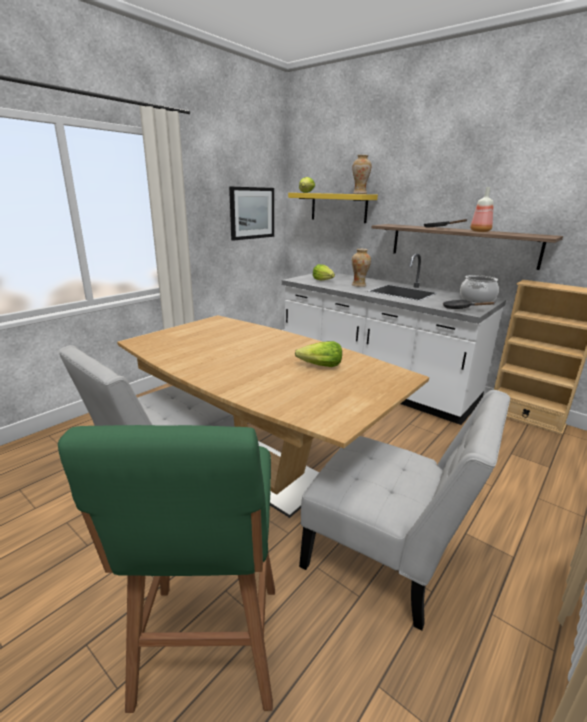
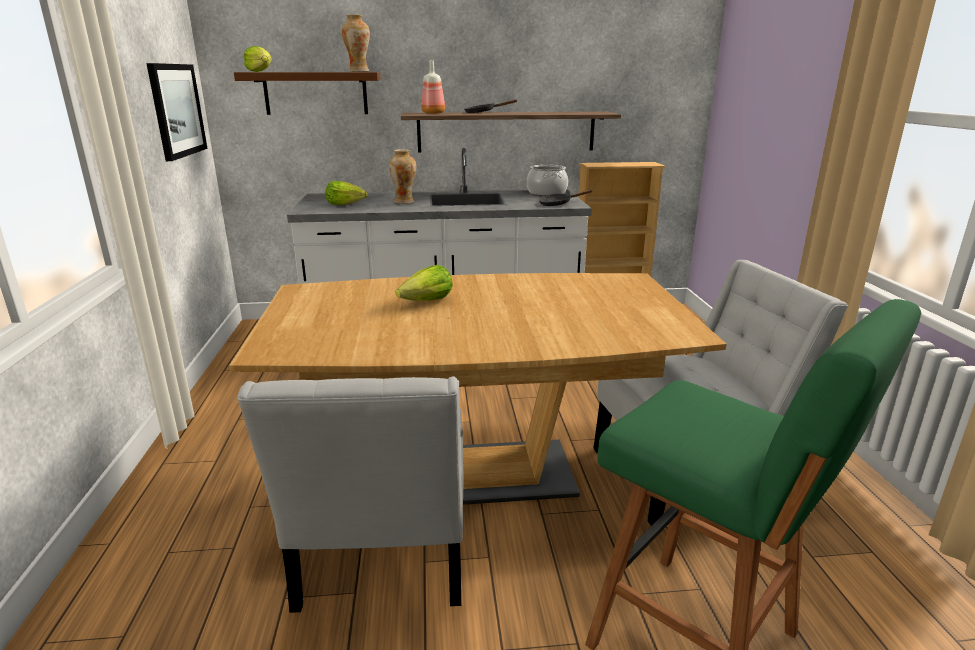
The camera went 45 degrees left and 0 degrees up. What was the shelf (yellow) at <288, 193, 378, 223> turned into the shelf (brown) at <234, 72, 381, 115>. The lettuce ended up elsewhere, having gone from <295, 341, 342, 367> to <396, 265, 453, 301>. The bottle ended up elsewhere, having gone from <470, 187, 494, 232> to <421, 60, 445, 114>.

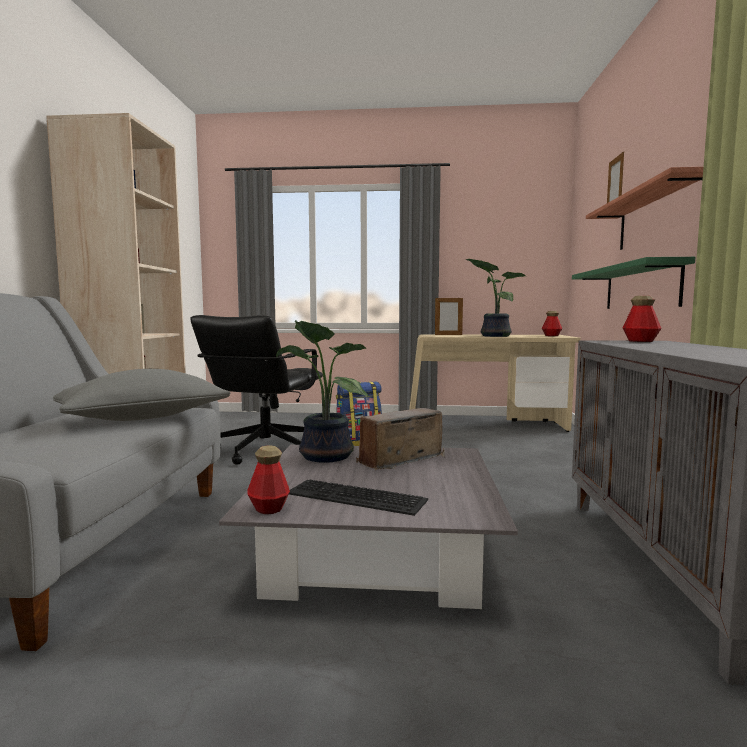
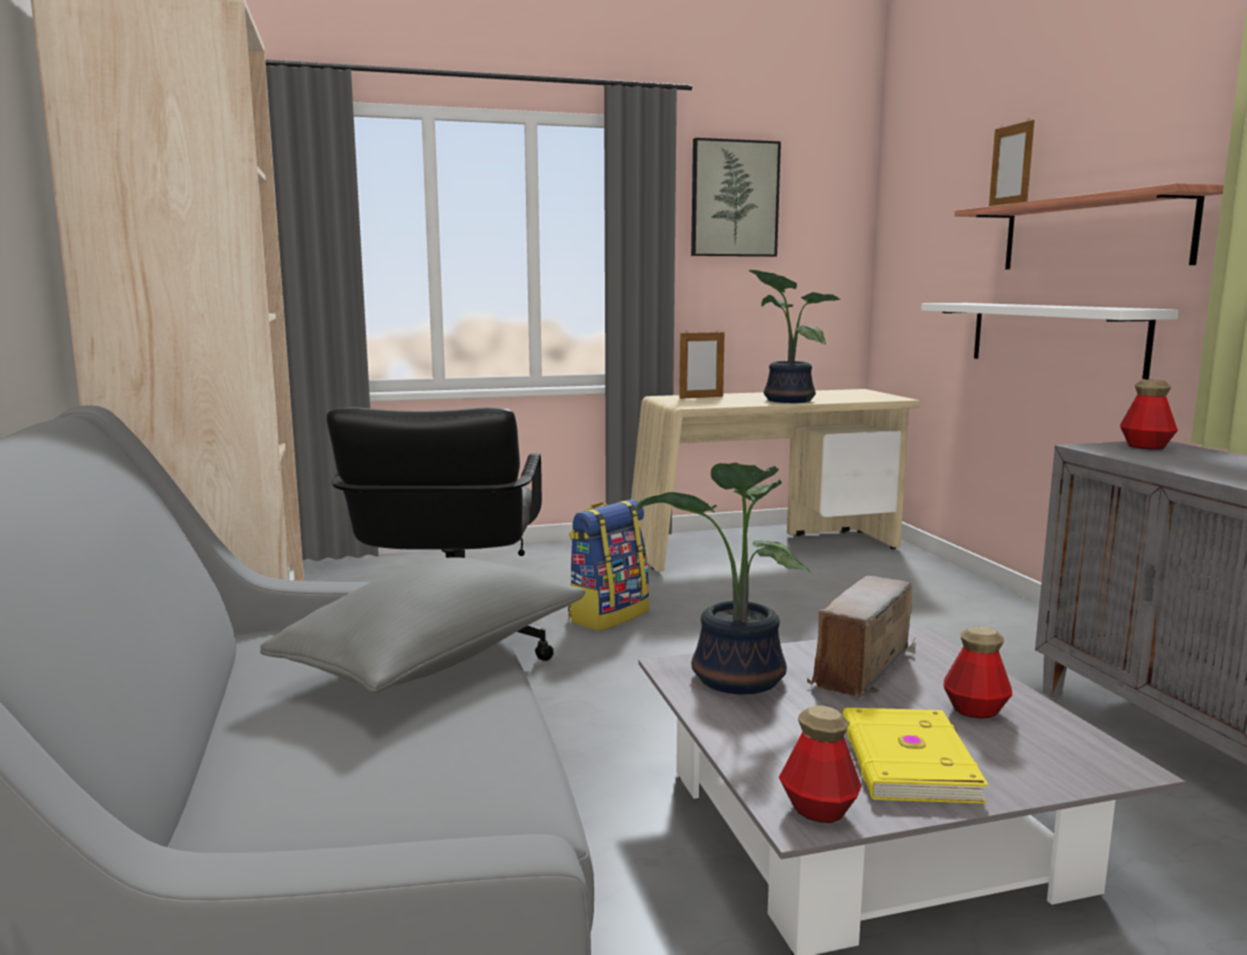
The camera went 20 degrees left and 5 degrees up. Where the keyboard stood at <289, 480, 428, 516>, the book (yellow) came to stand at <842, 708, 988, 803>. The bottle ended up elsewhere, having gone from <542, 311, 562, 336> to <944, 626, 1013, 719>. What was the shelf (green) at <572, 257, 695, 309> turned into the shelf (white) at <921, 303, 1179, 379>. The second view gained the picture at <691, 138, 781, 257>.

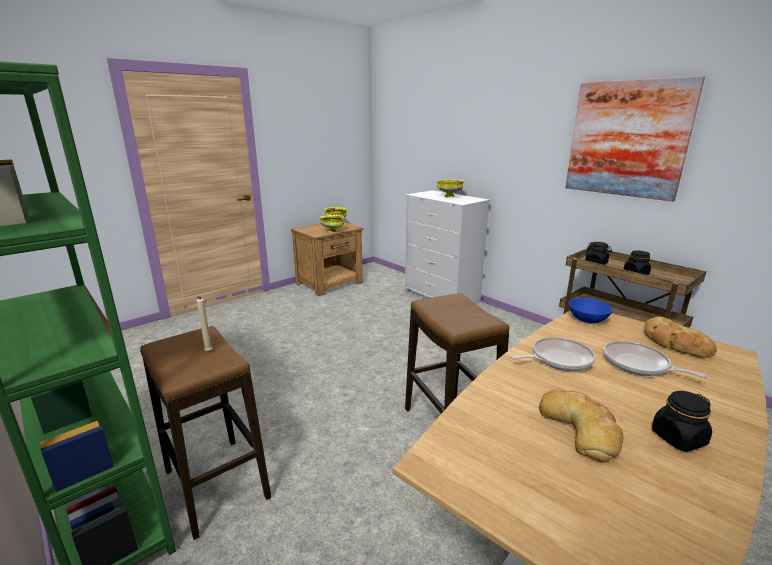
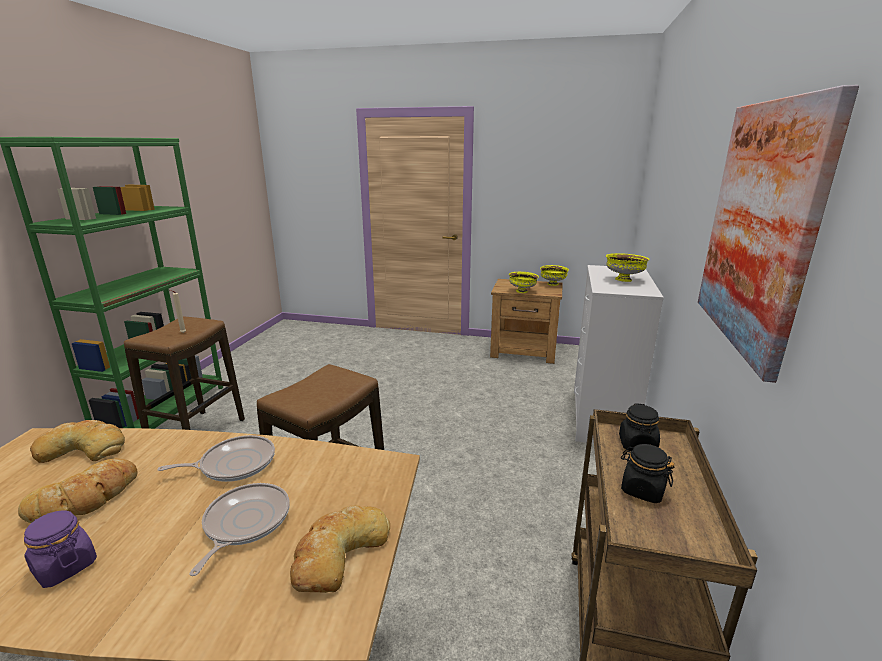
The camera went 55 degrees right and 0 degrees up. The frying pan at <511, 337, 595, 371> ended up facing another way, 60 degrees counterclockwise from before. The second view lost the bowl (blue) at <569, 298, 613, 323>. What was the jar (black) at <652, 391, 712, 452> turned into the jar (purple) at <24, 510, 97, 588>. The second view gained the bread at <30, 420, 125, 463>.

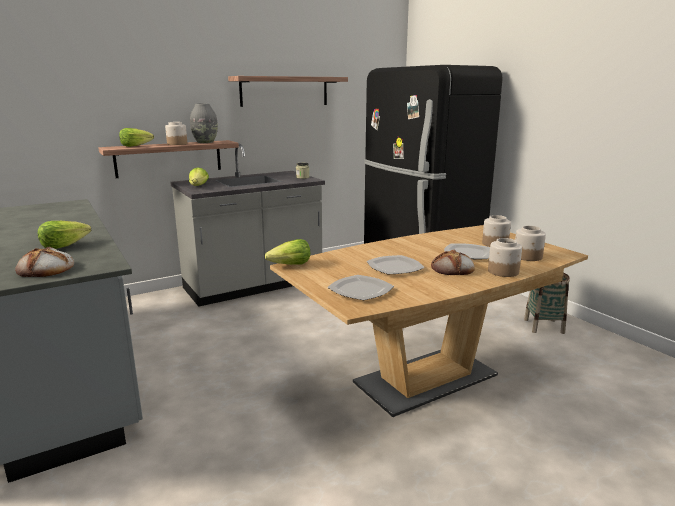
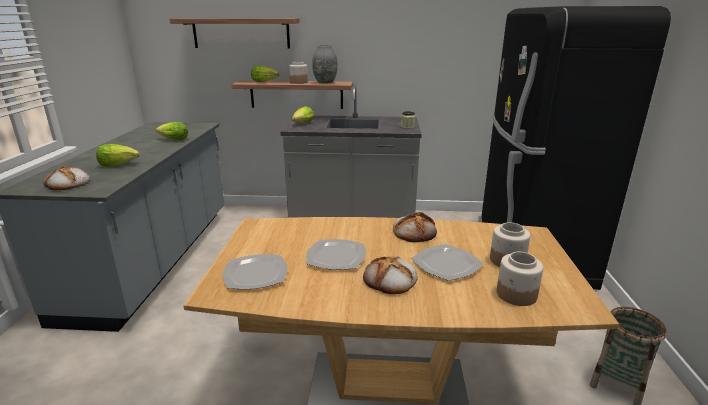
The camera went 35 degrees right and 5 degrees up. The shelf ended up elsewhere, having gone from <228, 76, 348, 107> to <169, 18, 299, 49>. The lettuce ended up elsewhere, having gone from <265, 239, 310, 265> to <156, 122, 188, 140>. The second view lost the jar at <488, 238, 522, 277>. The second view gained the bread at <393, 212, 437, 242>.

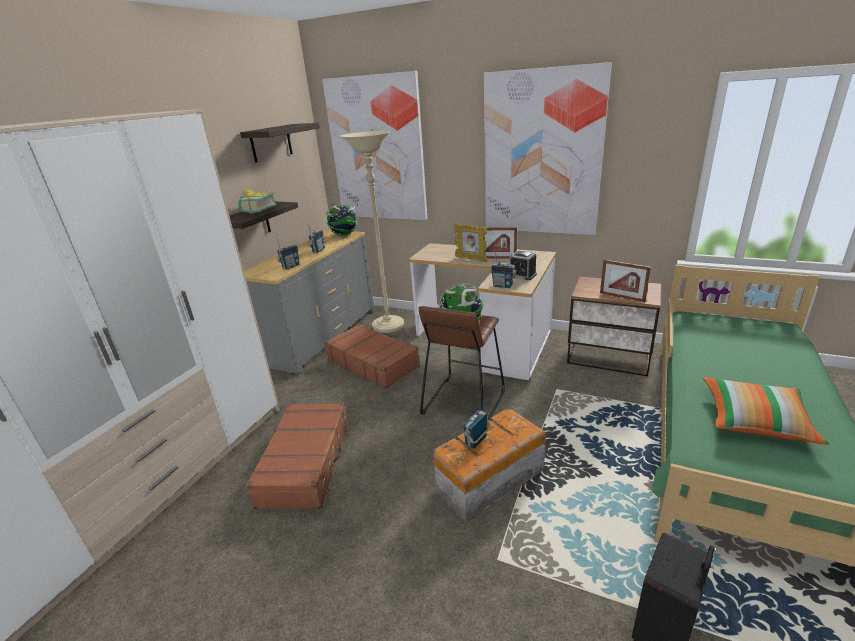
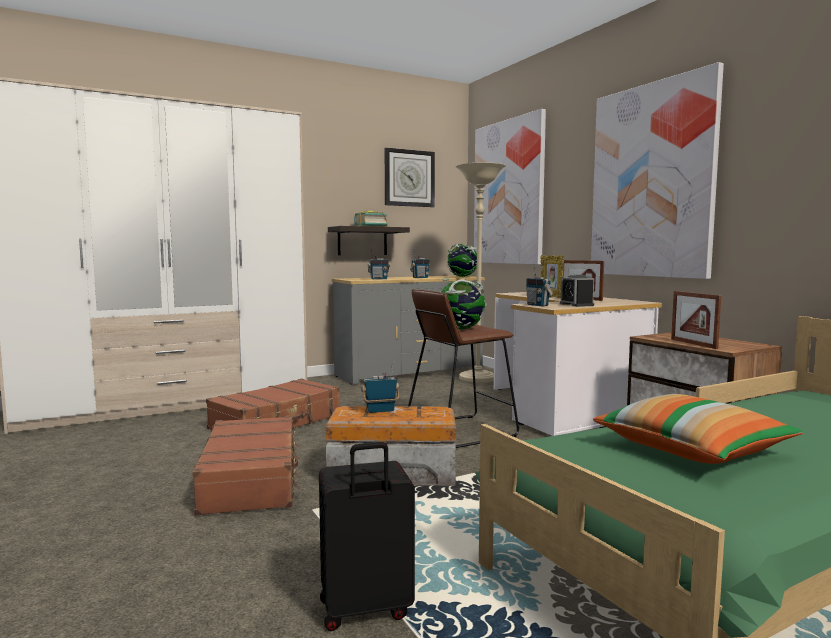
The camera went 35 degrees right and 20 degrees down. Where the shelf hung at <240, 123, 320, 163>, the wall clock came to hang at <385, 147, 435, 207>. The suitcase (brown) ended up elsewhere, having gone from <324, 324, 420, 389> to <192, 416, 301, 516>.

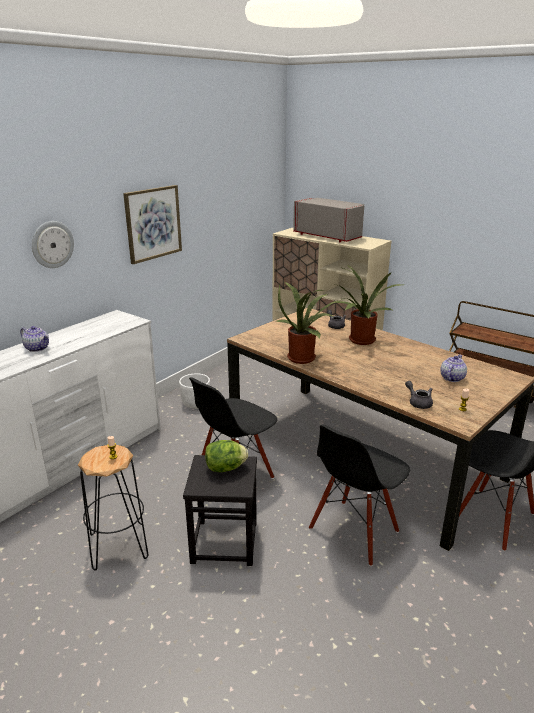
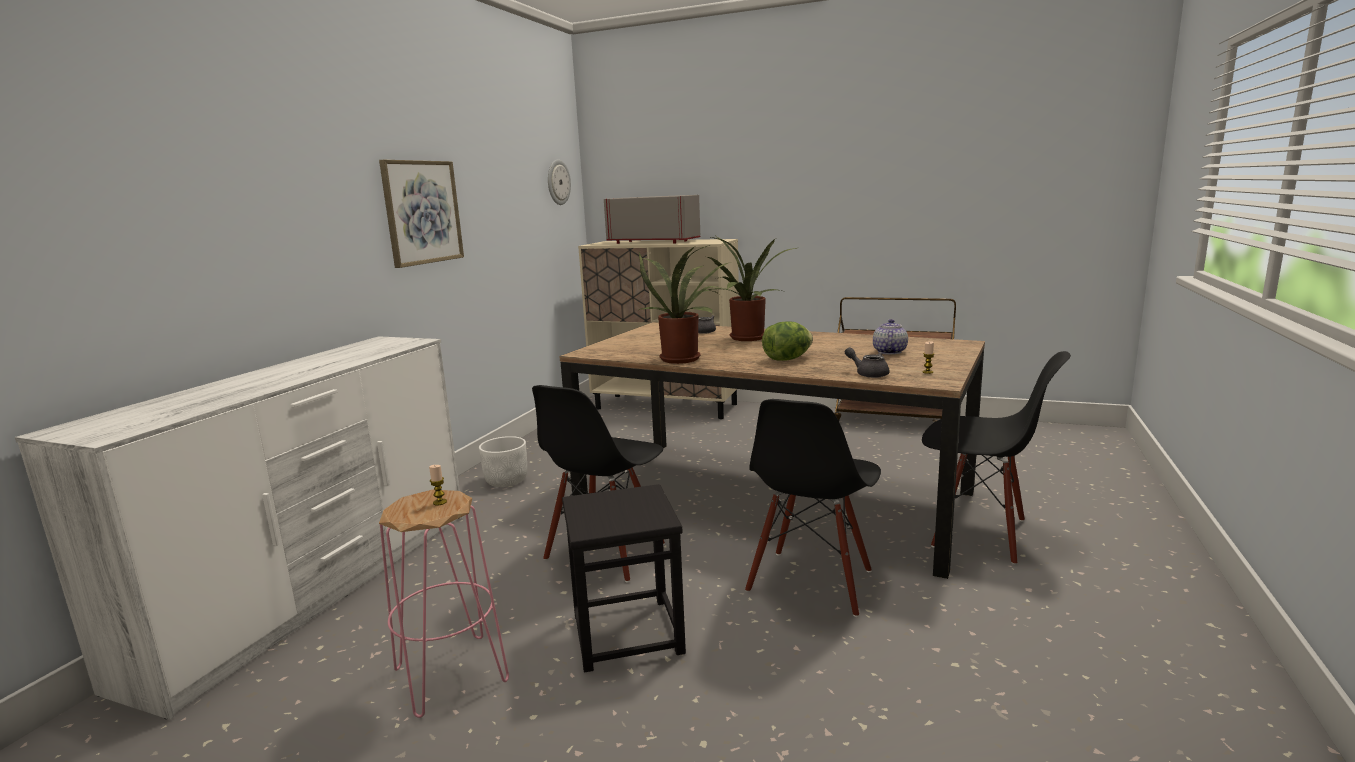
The camera went 15 degrees left and 10 degrees down. The second view lost the teapot at <20, 326, 49, 352>. The wall clock ended up elsewhere, having gone from <32, 221, 74, 268> to <548, 160, 571, 205>. What was the stool (black) at <78, 445, 149, 571> turned into the stool (pink) at <379, 490, 509, 718>. The lettuce ended up elsewhere, having gone from <205, 440, 248, 472> to <762, 321, 813, 361>.

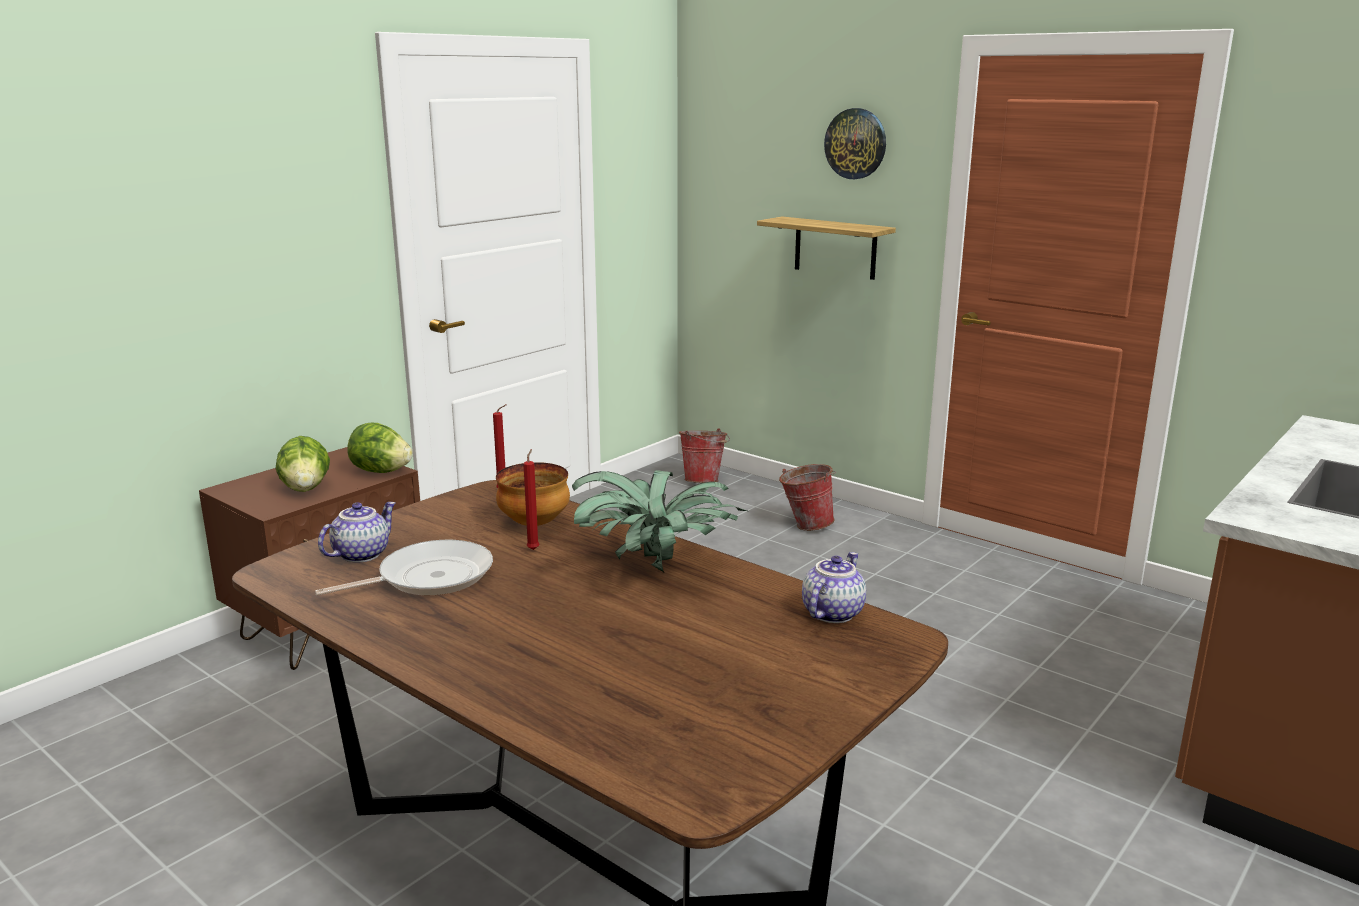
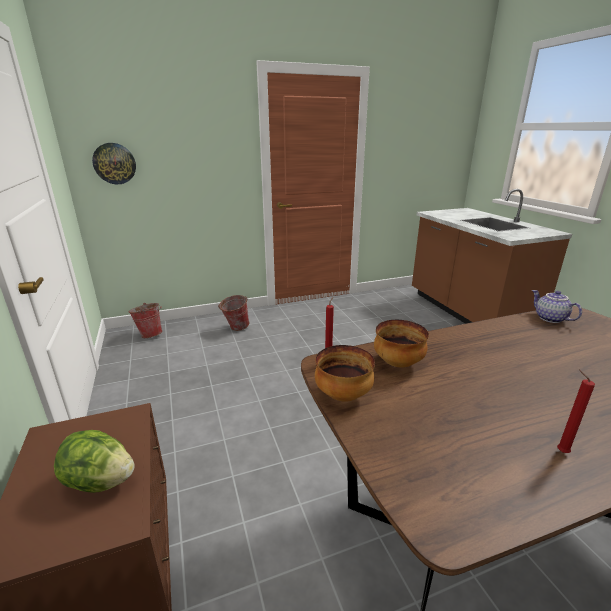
The camera went 60 degrees left and 5 degrees up. The second view lost the frying pan at <315, 540, 493, 595>. The second view lost the teapot at <318, 502, 396, 562>. The second view lost the lettuce at <347, 423, 413, 473>. The candle (red) ended up elsewhere, having gone from <523, 449, 539, 550> to <557, 370, 595, 453>. The second view lost the potted plant at <572, 470, 747, 572>. The second view lost the shelf at <757, 217, 896, 280>. The wall clock ended up elsewhere, having gone from <824, 108, 886, 179> to <92, 143, 136, 184>. The second view gained the bowl at <315, 345, 375, 402>.

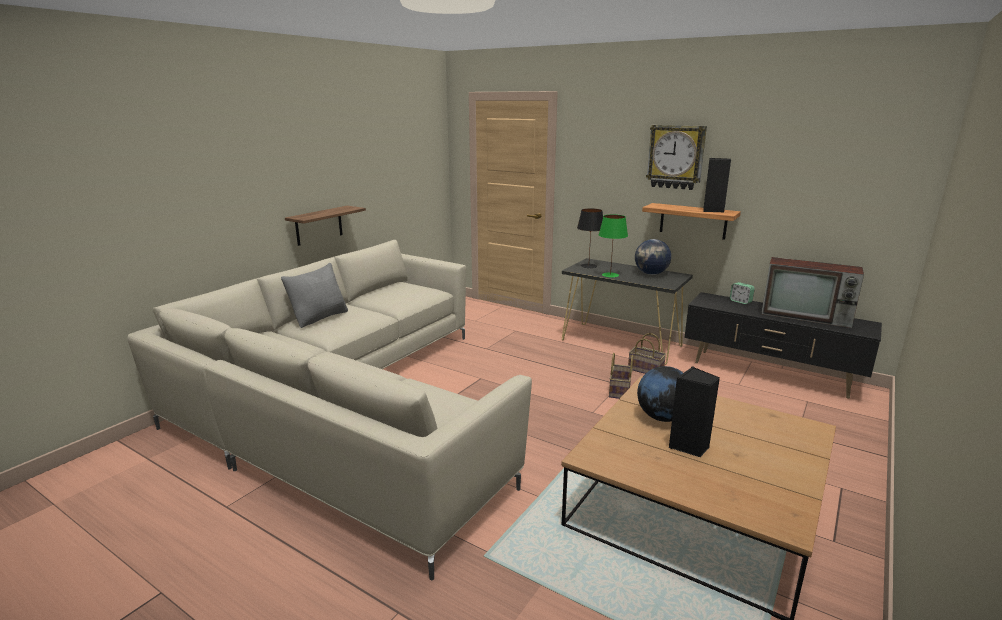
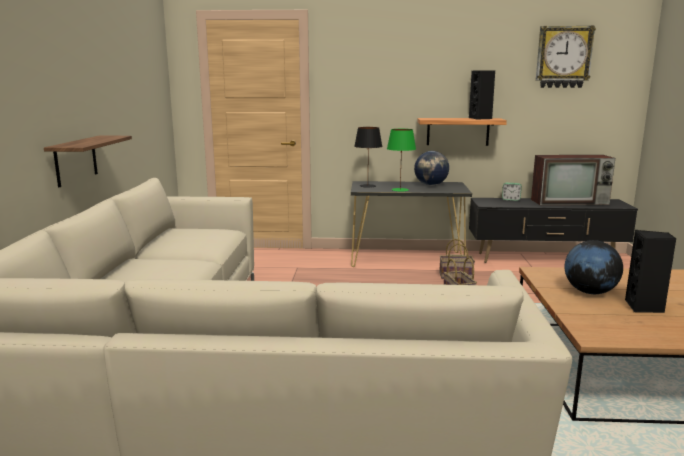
The camera went 30 degrees left and 5 degrees down. The second view lost the pillow (grey) at <281, 263, 348, 328>. The wall clock ended up elsewhere, having gone from <646, 125, 707, 190> to <536, 26, 596, 88>.

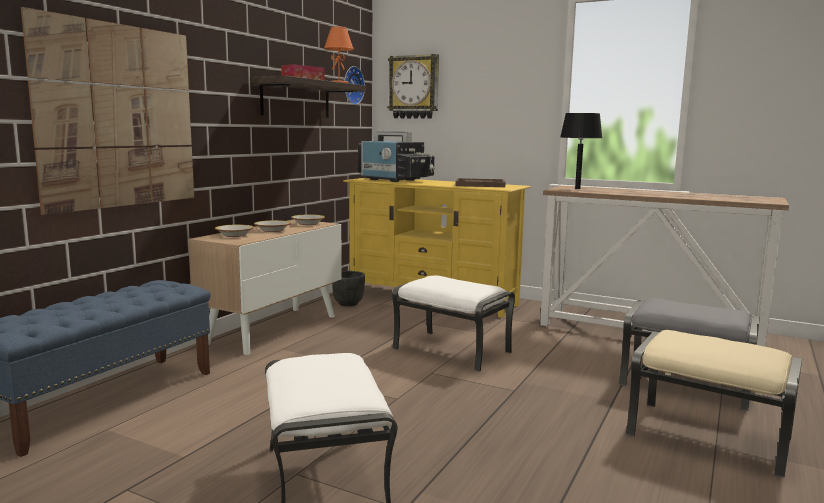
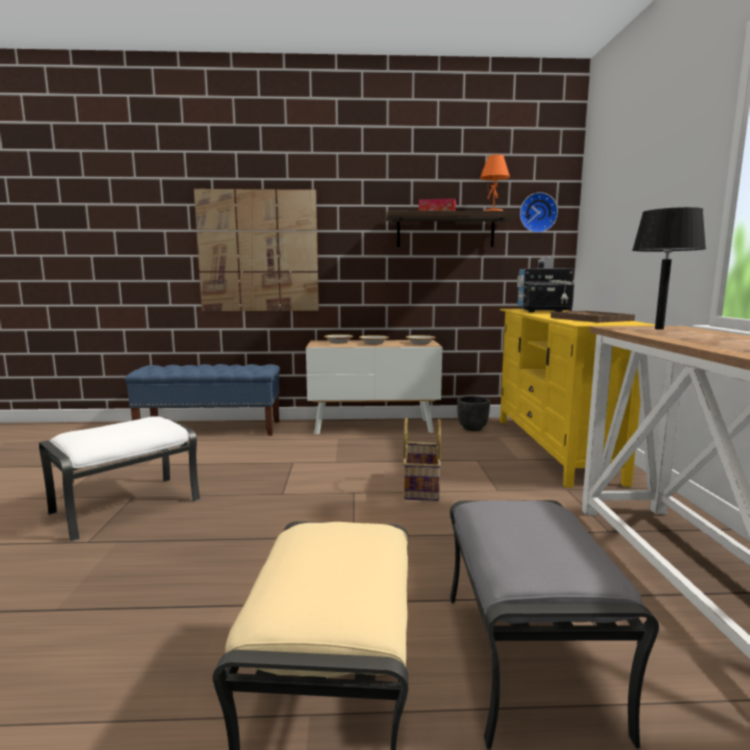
The camera went 60 degrees right and 0 degrees up. The second view lost the wall clock at <388, 54, 439, 119>. Where the ottoman (white) stood at <392, 275, 515, 372>, the basket came to stand at <403, 418, 441, 501>.

